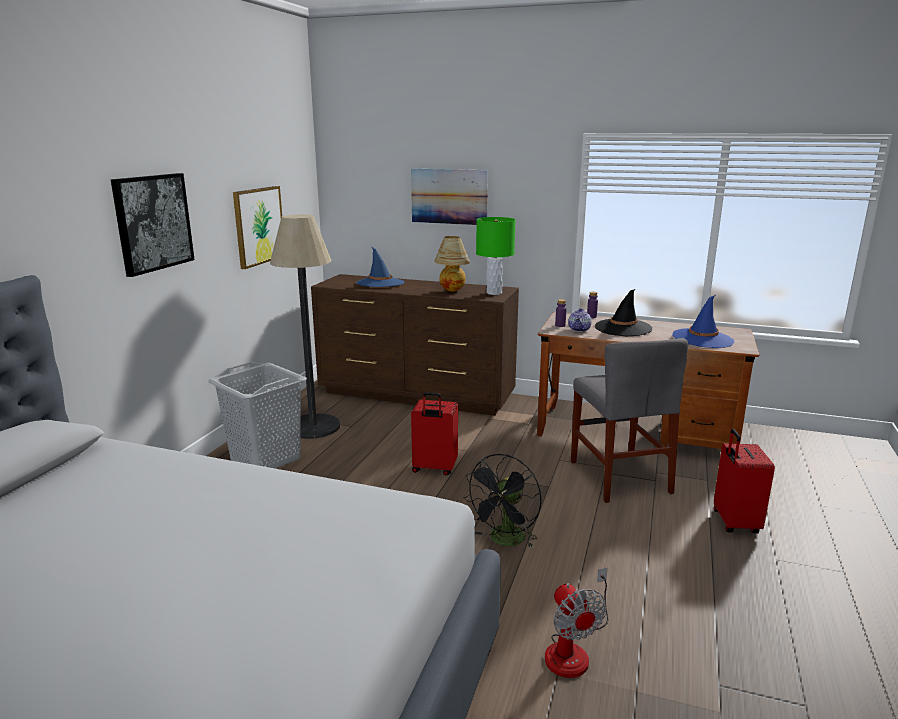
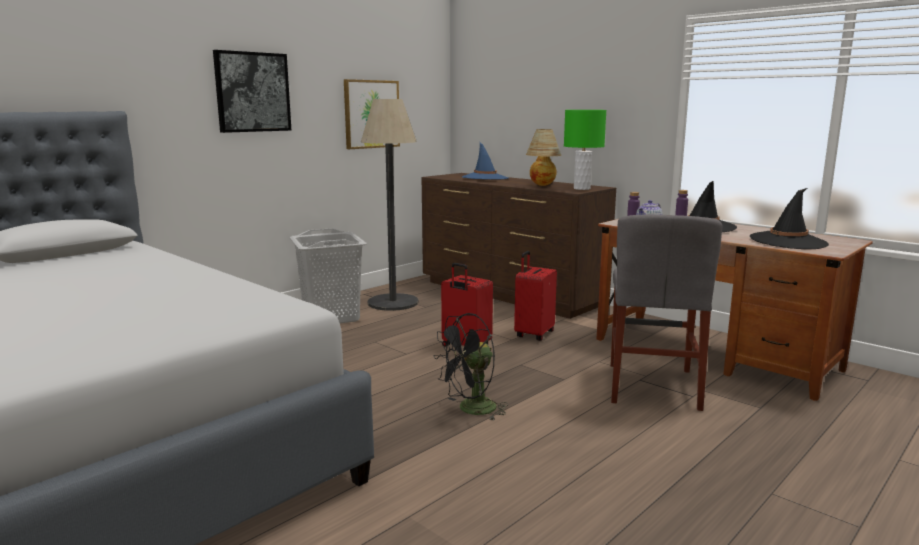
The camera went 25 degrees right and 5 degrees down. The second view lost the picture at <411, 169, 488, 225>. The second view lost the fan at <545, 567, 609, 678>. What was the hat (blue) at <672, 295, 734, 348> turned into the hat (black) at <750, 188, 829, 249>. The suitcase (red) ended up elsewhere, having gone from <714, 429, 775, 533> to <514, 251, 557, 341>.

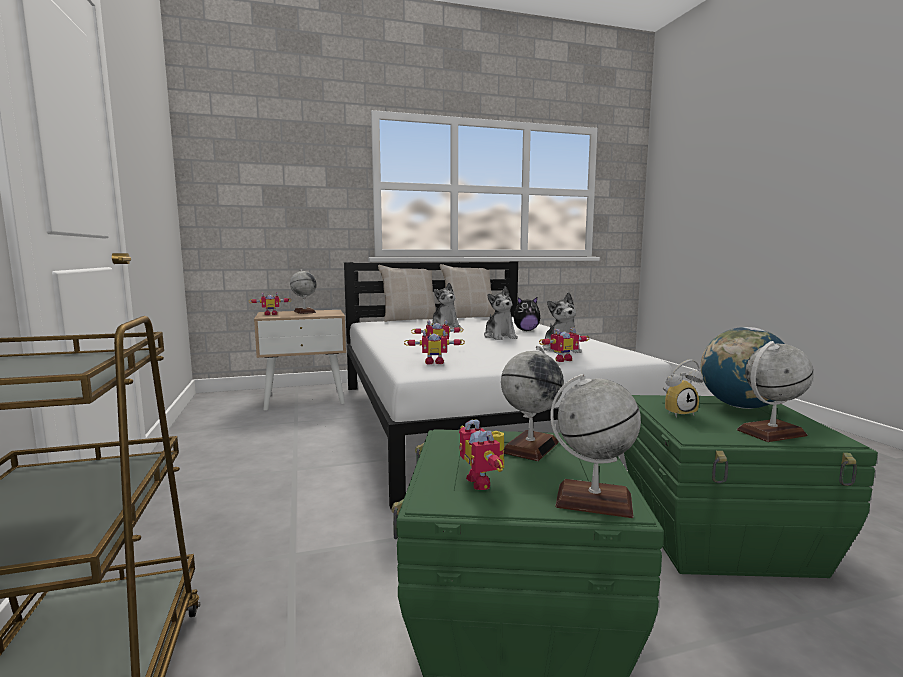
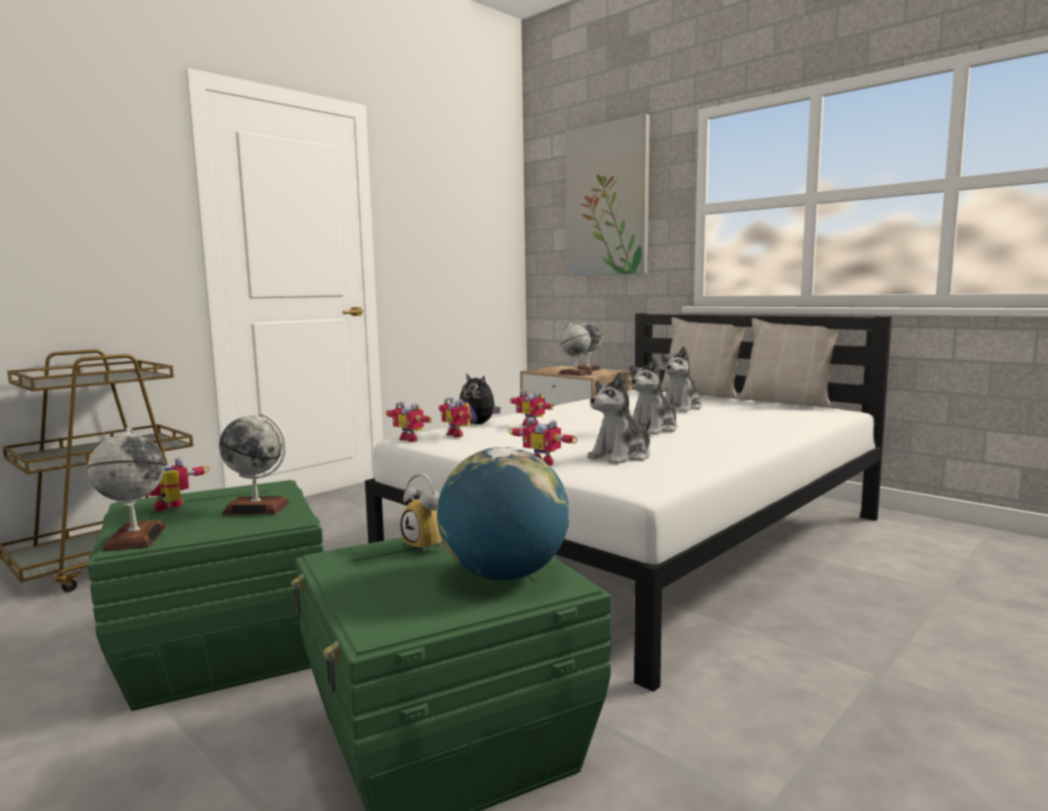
The camera went 60 degrees right and 0 degrees up. The toy robot ended up elsewhere, having gone from <249, 293, 292, 315> to <386, 401, 432, 442>. The plush toy ended up elsewhere, having gone from <514, 297, 540, 331> to <460, 373, 500, 424>. The globe ended up elsewhere, having gone from <737, 341, 814, 442> to <558, 323, 592, 376>. The second view gained the picture at <566, 114, 650, 276>.

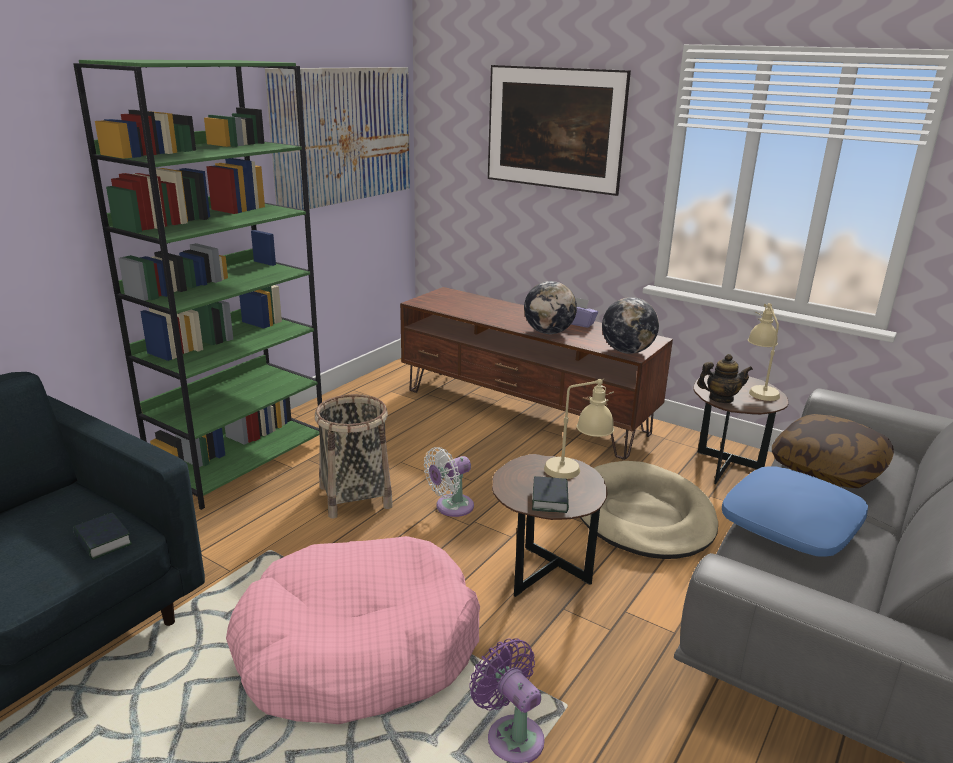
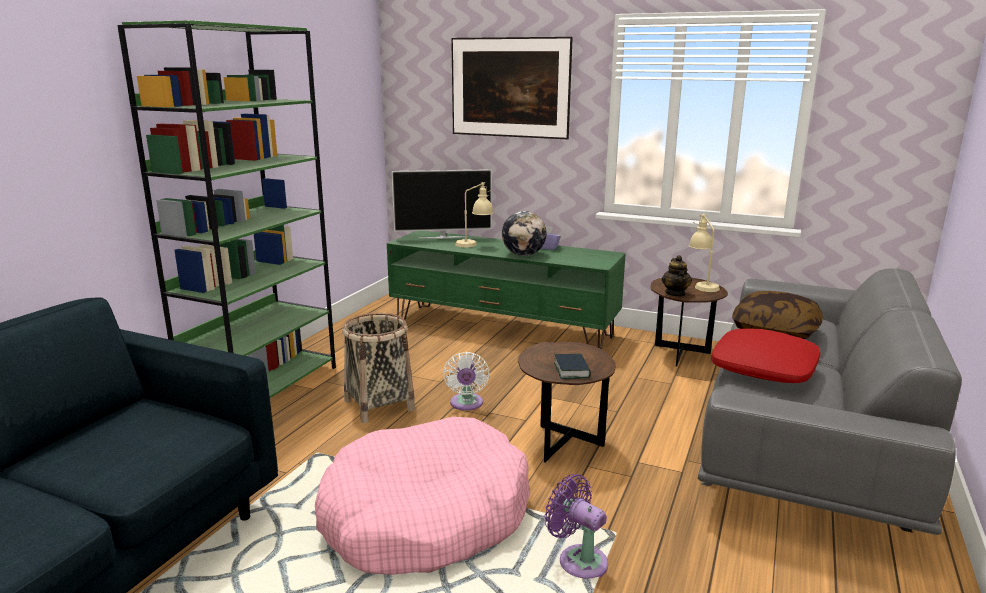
The camera went 10 degrees left and 5 degrees down. The second view lost the book at <73, 512, 132, 560>. The second view lost the picture at <265, 67, 410, 210>. What was the tv stand (brown) at <400, 287, 673, 460> turned into the tv stand (green) at <387, 231, 626, 349>. The fan (white) at <424, 447, 474, 517> ended up facing another way, 45 degrees counterclockwise from before. The table lamp (beige) ended up elsewhere, having gone from <544, 379, 614, 479> to <455, 182, 494, 248>. The second view lost the dog bed (beige) at <580, 461, 718, 559>. The second view lost the globe at <602, 297, 659, 354>. The teapot at <697, 354, 753, 403> ended up facing another way, 105 degrees clockwise from before. What was the pillow (blue) at <722, 466, 868, 557> turned into the pillow (red) at <712, 328, 820, 383>. The second view gained the television at <391, 169, 492, 239>.

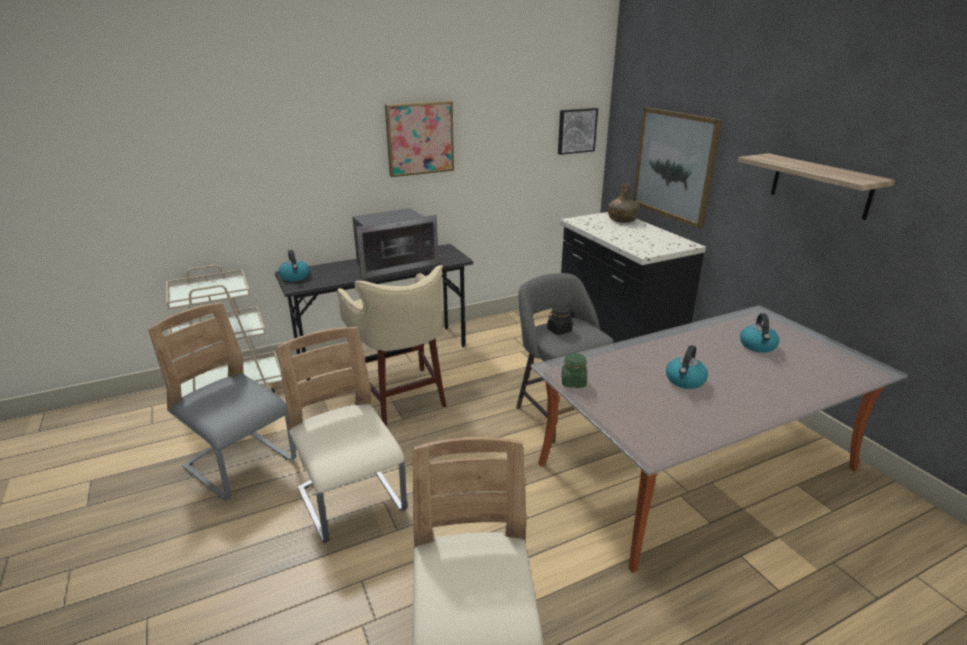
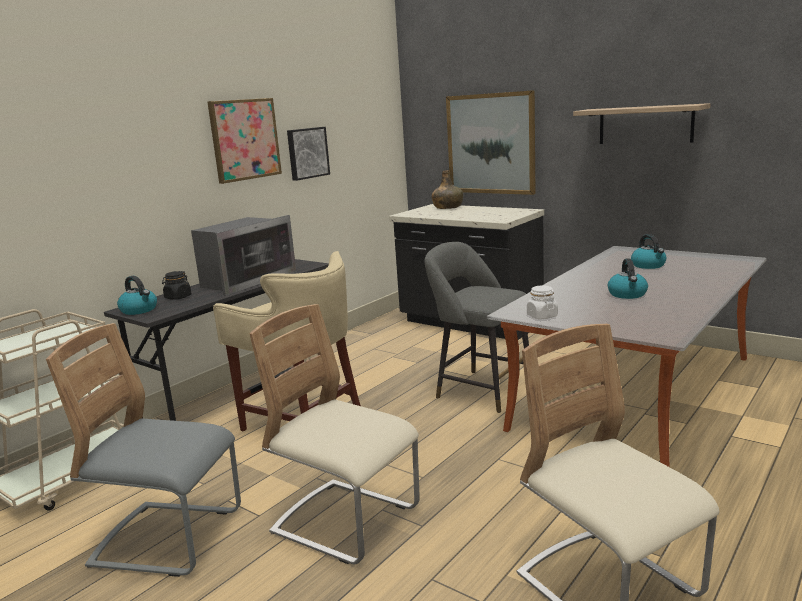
The camera went 25 degrees left and 10 degrees down. The jar (black) ended up elsewhere, having gone from <547, 306, 573, 335> to <162, 271, 192, 300>. The picture ended up elsewhere, having gone from <558, 108, 598, 155> to <287, 127, 330, 181>. What was the jar (green) at <562, 353, 587, 388> turned into the jar (white) at <527, 285, 558, 319>.

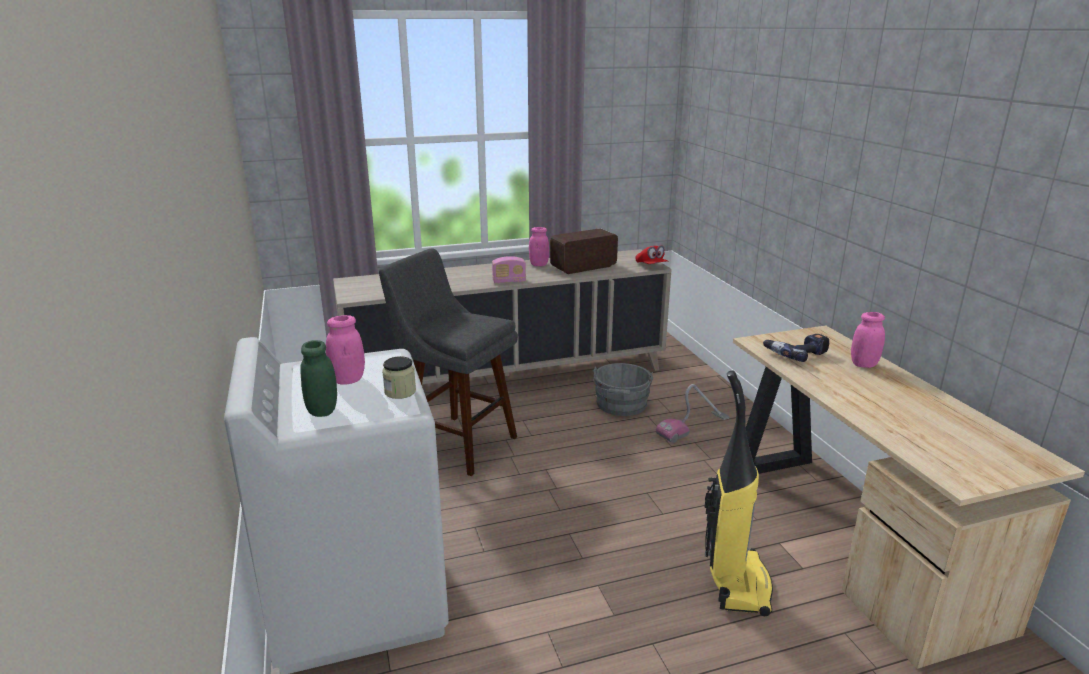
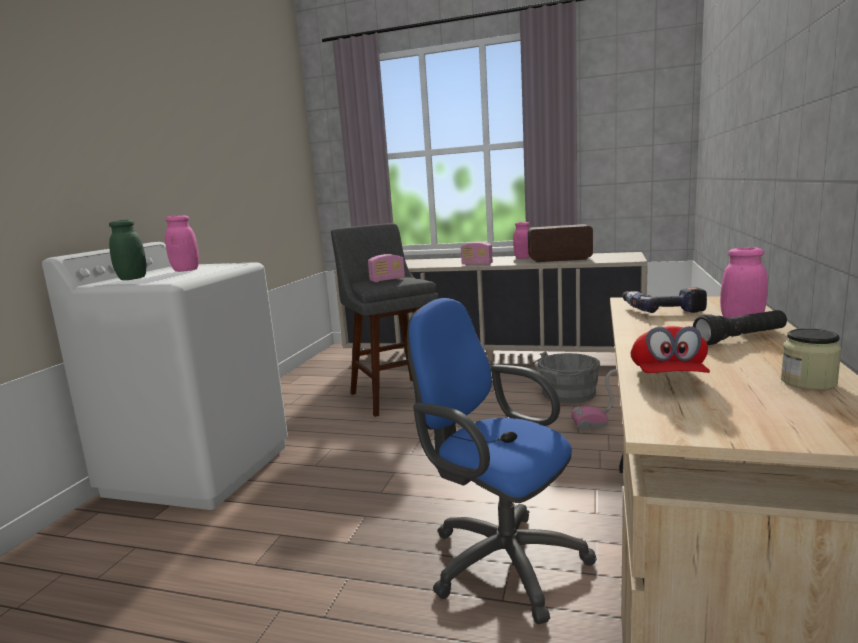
The camera went 35 degrees right and 10 degrees down. The jar ended up elsewhere, having gone from <382, 356, 416, 399> to <781, 328, 842, 390>. The cap (red) ended up elsewhere, having gone from <635, 245, 669, 264> to <631, 326, 710, 373>. Where the vacuum cleaner stood at <705, 370, 773, 616>, the office chair (blue) came to stand at <407, 298, 597, 624>. The second view gained the radio at <368, 254, 405, 282>. The second view gained the flashlight (black) at <693, 310, 787, 345>.

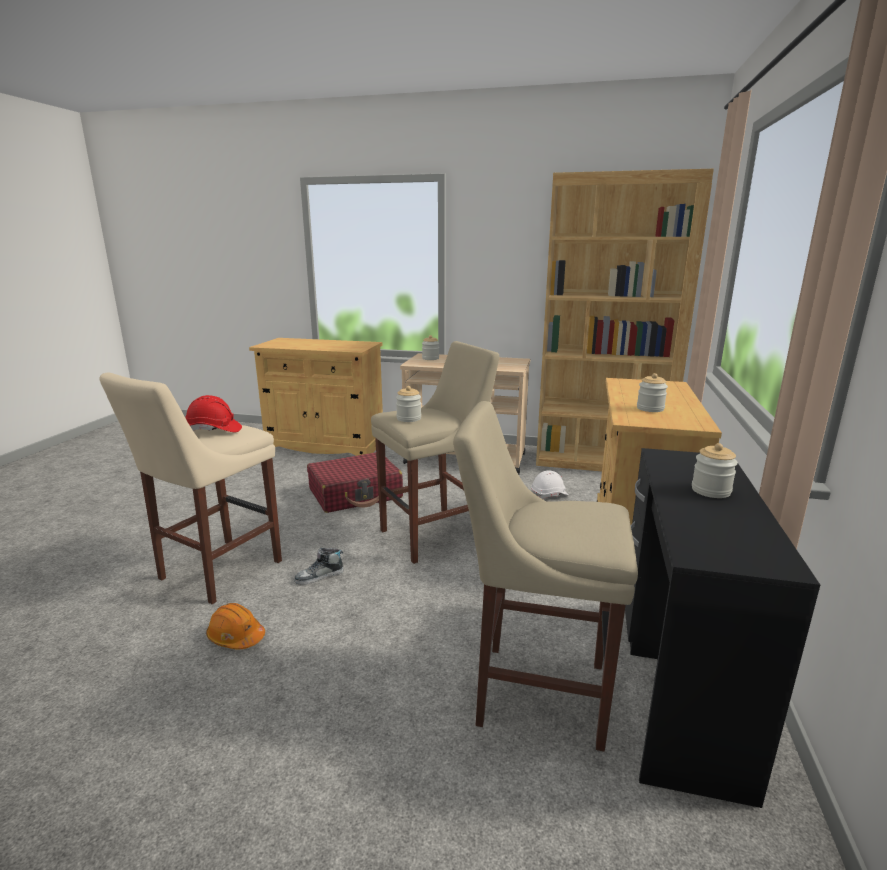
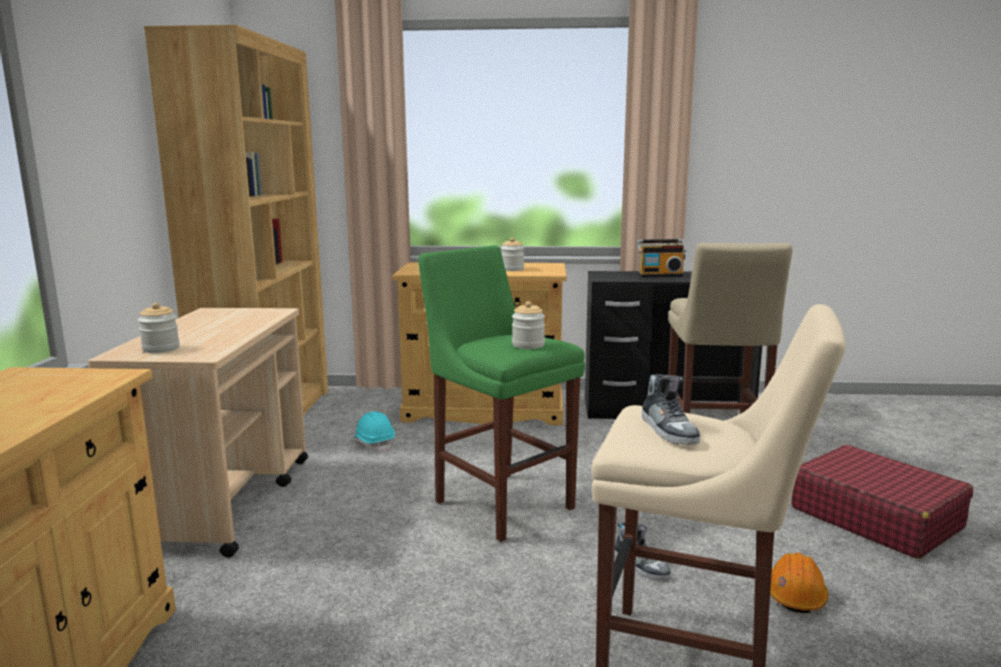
The camera went 100 degrees left and 5 degrees down. Where the hard hat (red) stood at <185, 395, 242, 433>, the shoe came to stand at <642, 374, 700, 445>. The suitcase (red) ended up elsewhere, having gone from <307, 452, 403, 513> to <791, 445, 973, 559>. What was the stool (beige) at <371, 341, 499, 564> turned into the stool (green) at <418, 245, 585, 542>. What was the hard hat (white) at <531, 470, 569, 499> turned into the hard hat (turquoise) at <354, 411, 395, 452>. Where the jar stood at <692, 443, 738, 498>, the radio came to stand at <637, 239, 686, 277>.

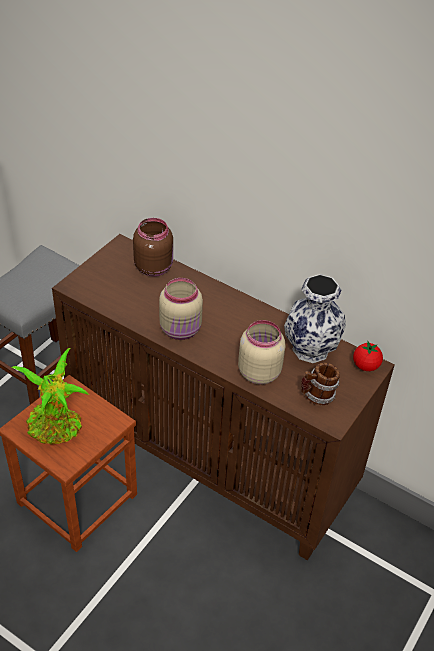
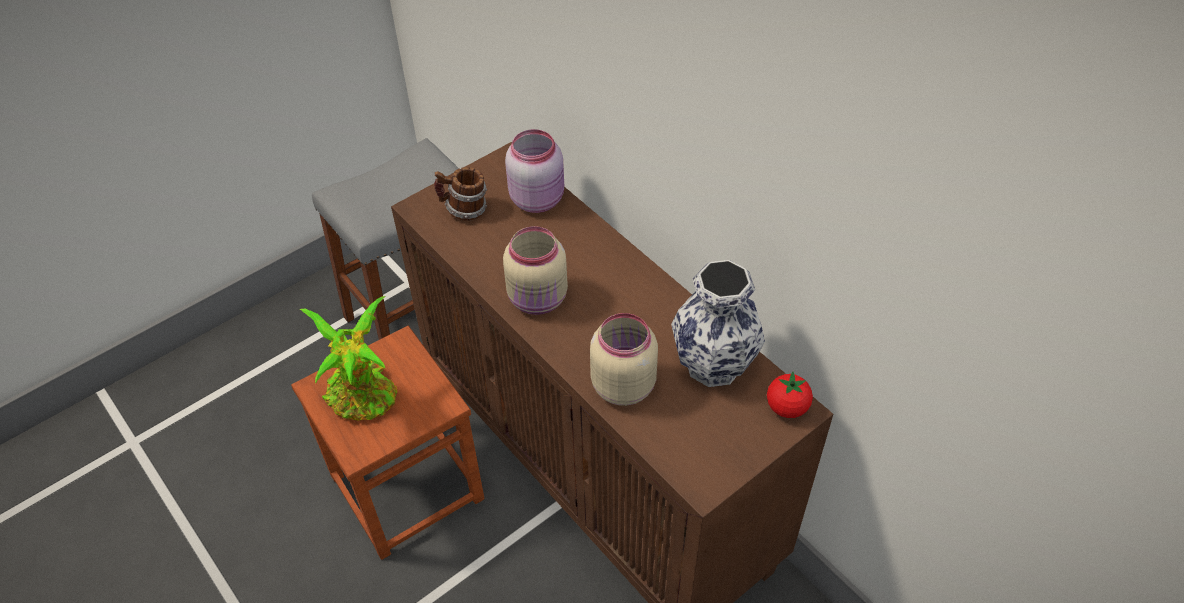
The camera went 20 degrees right and 5 degrees up. What was the jar (brown) at <133, 218, 173, 276> turned into the jar (pink) at <505, 129, 564, 213>. The mug ended up elsewhere, having gone from <301, 362, 340, 405> to <434, 167, 487, 221>.

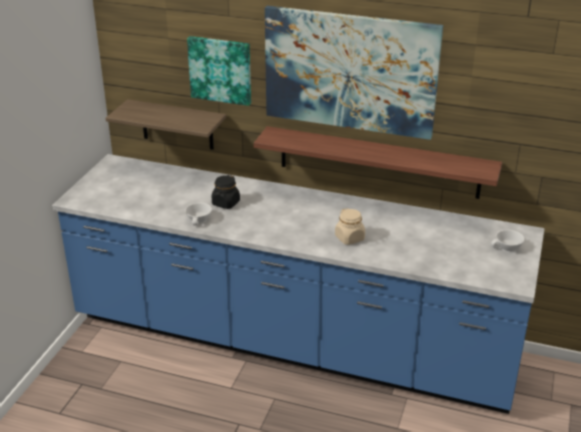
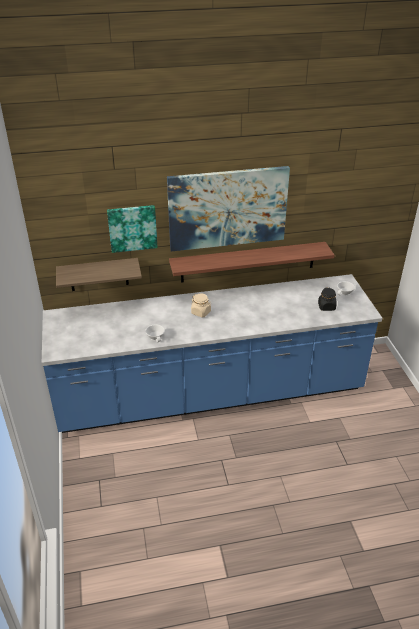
The camera went 30 degrees left and 5 degrees up. The jar (black) ended up elsewhere, having gone from <212, 175, 240, 209> to <318, 287, 337, 311>. The jar (beige) ended up elsewhere, having gone from <335, 208, 365, 245> to <191, 294, 211, 317>.

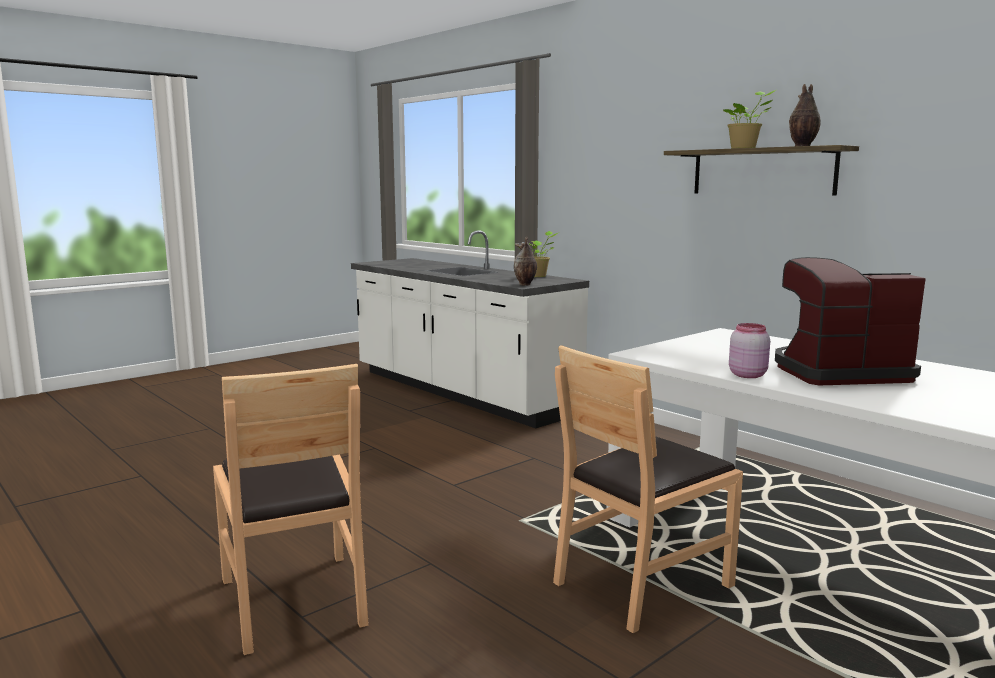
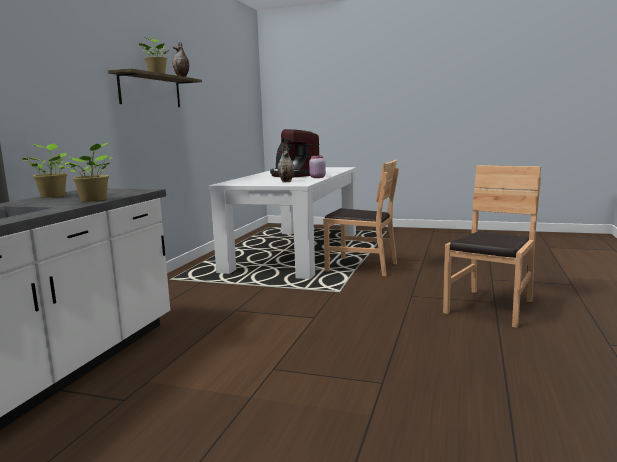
The camera went 120 degrees left and 0 degrees up. The vase ended up elsewhere, having gone from <514, 237, 537, 285> to <277, 147, 295, 182>. The second view gained the potted plant at <67, 142, 113, 202>.

